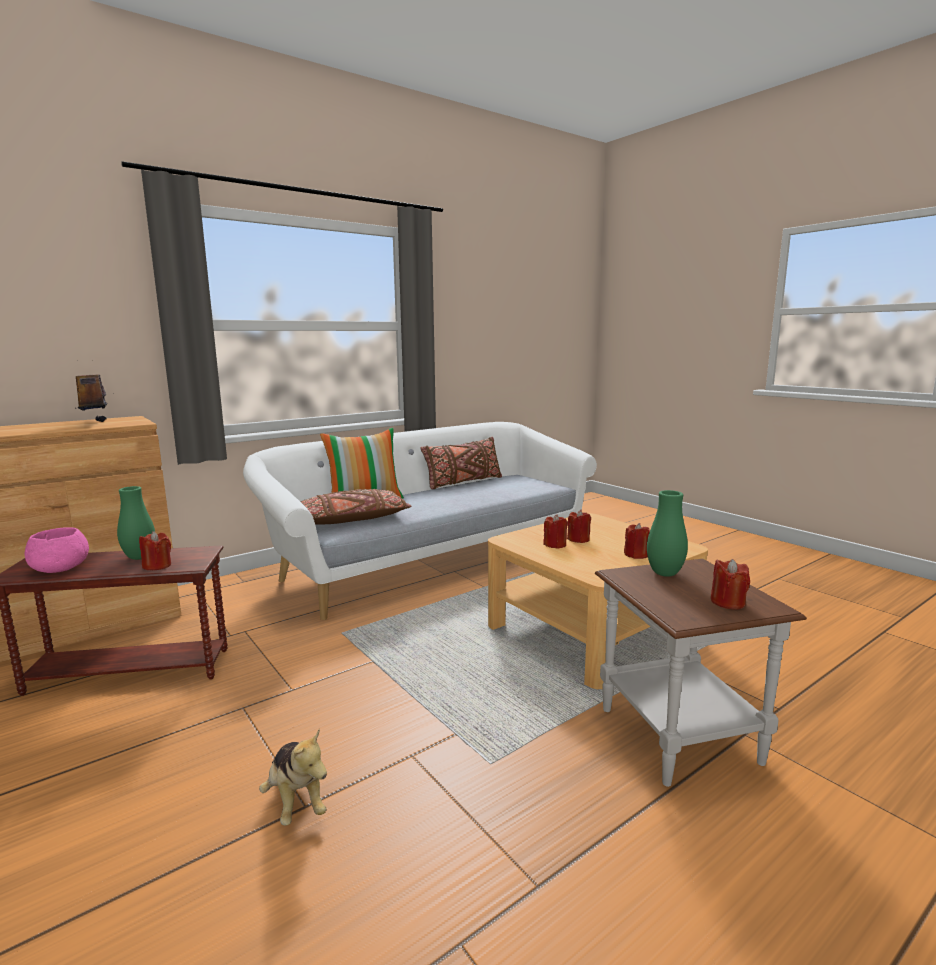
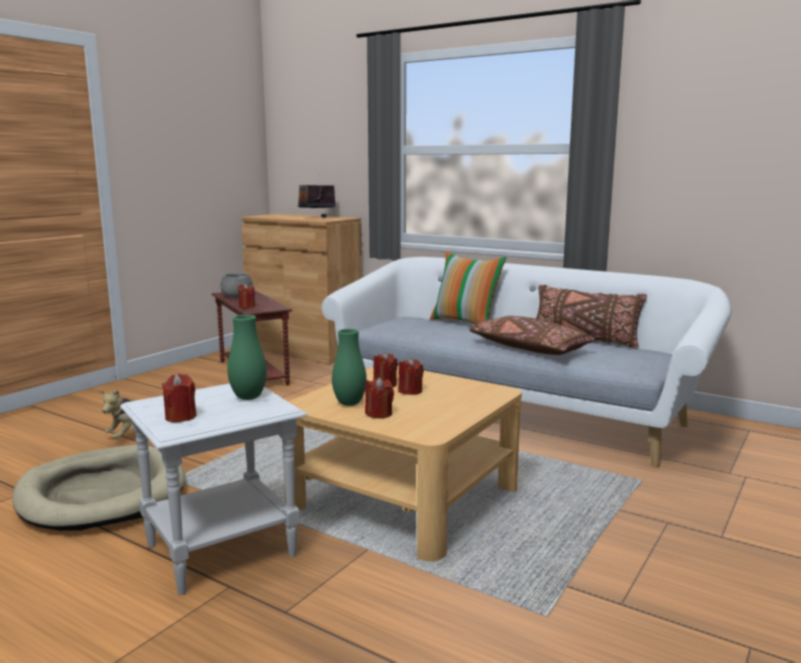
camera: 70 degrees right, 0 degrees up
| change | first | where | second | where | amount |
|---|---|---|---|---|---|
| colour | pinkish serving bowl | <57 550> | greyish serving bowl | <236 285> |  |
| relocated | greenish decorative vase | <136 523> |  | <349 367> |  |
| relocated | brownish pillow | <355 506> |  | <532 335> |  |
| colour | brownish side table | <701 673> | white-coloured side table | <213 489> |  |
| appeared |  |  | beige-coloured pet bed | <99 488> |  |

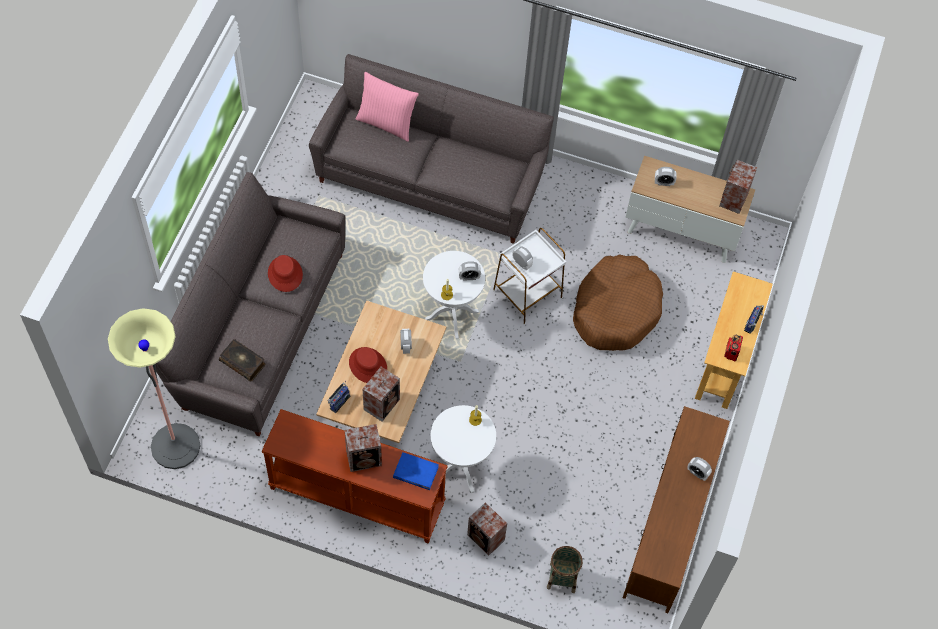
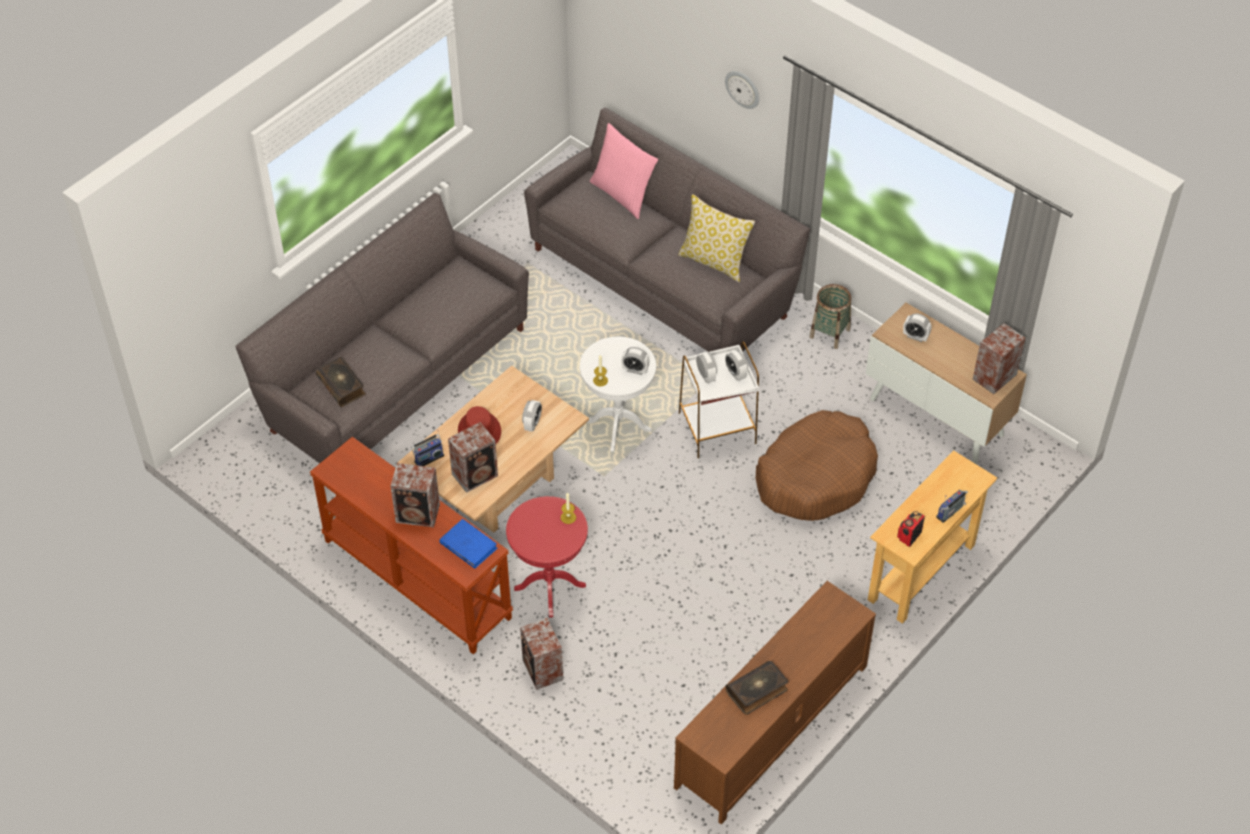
camera: 25 degrees right, 10 degrees down
| change | first | where | second | where | amount |
|---|---|---|---|---|---|
| missing | floor lamp | <154 388> |  |  |  |
| missing | reddish wearable hat | <285 273> |  |  |  |
| colour | white-coloured side table | <463 449> | reddish side table | <547 557> |  |
| relocated | basket | <565 569> |  | <830 316> |  |
| relocated | alarm clock | <699 469> |  | <736 365> |  |
| appeared |  |  | pillow | <716 238> |  |
| appeared |  |  | wall clock | <742 90> |  |
| appeared |  |  | volume | <757 687> |  |

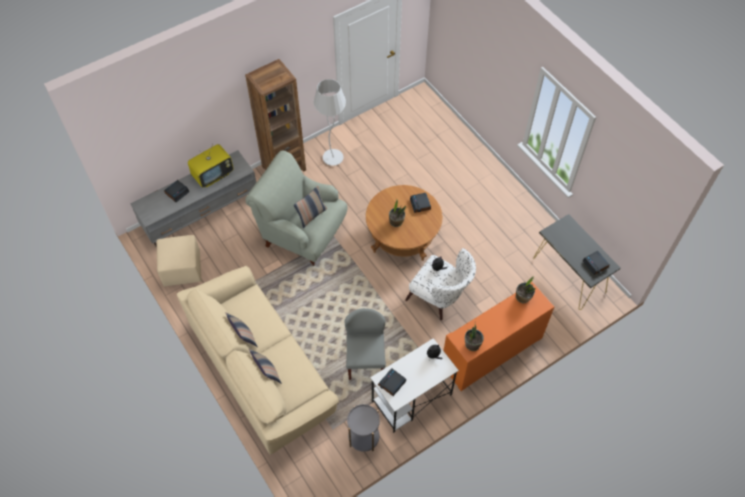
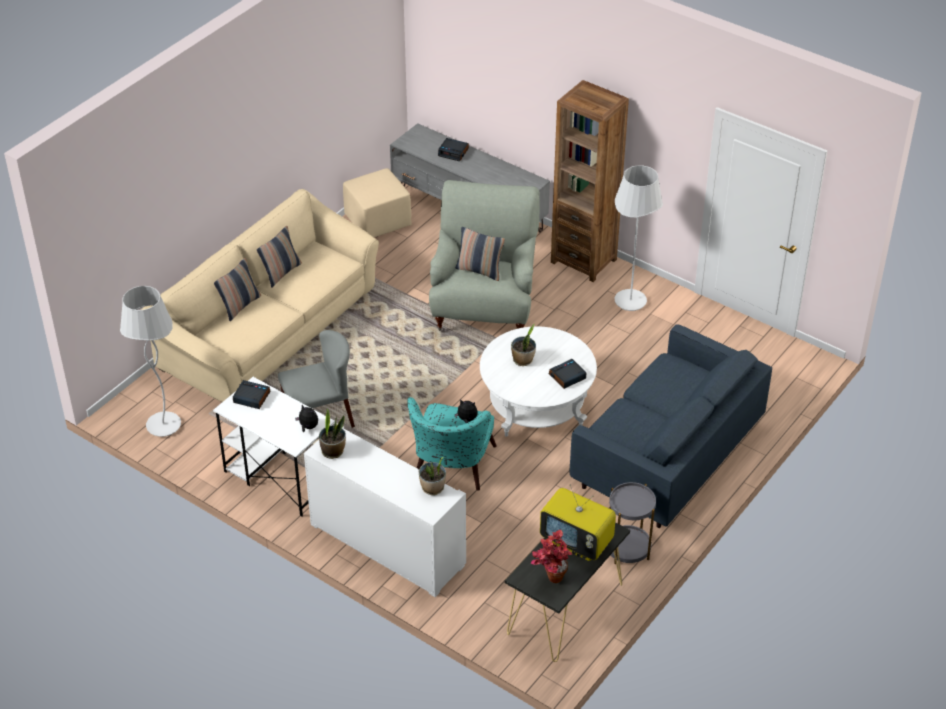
camera: 70 degrees right, 15 degrees down
| change | first | where | second | where | amount |
|---|---|---|---|---|---|
| relocated | television | <211 166> |  | <578 523> |  |
| relocated | greyish side table | <363 428> |  | <632 523> |  |
| colour | brownish coffee table | <404 223> | white-coloured coffee table | <538 381> |  |
| colour | white-coloured armchair | <440 284> | blue-green armchair | <452 444> |  |
| colour | orangey storage cabinet | <499 336> | white-coloured storage cabinet | <385 510> |  |
| exchanged | alarm clock | <596 263> | houseplant | <551 556> |  |
| appeared |  |  | white-coloured floor lamp | <150 361> |  |
| appeared |  |  | bluish couch | <671 426> |  |

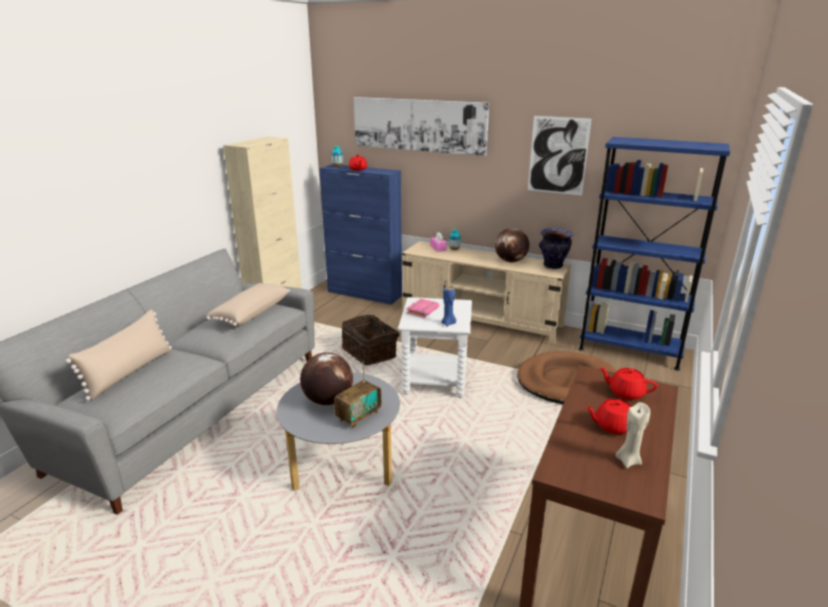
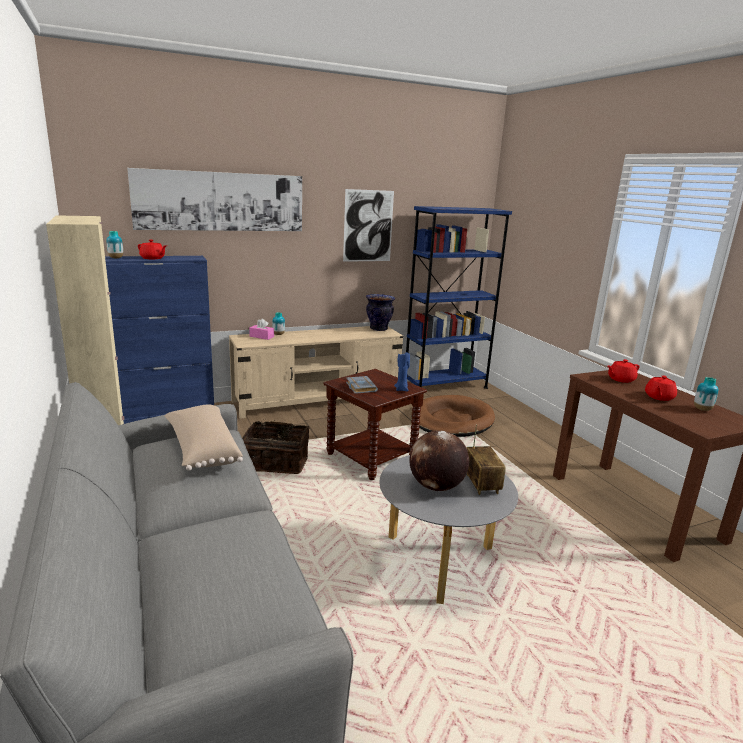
camera: 50 degrees left, 5 degrees down
| change | first | where | second | where | amount |
|---|---|---|---|---|---|
| missing | beige-coloured pillow | <118 355> |  |  |  |
| colour | white-coloured side table | <435 347> | brownish side table | <375 424> |  |
| colour | pinkish volume | <422 308> | greyish volume | <362 385> |  |
| missing | globe | <512 245> |  |  |  |
| exchanged | beige-coloured wax candle | <633 435> | decorative vase | <706 394> |  |

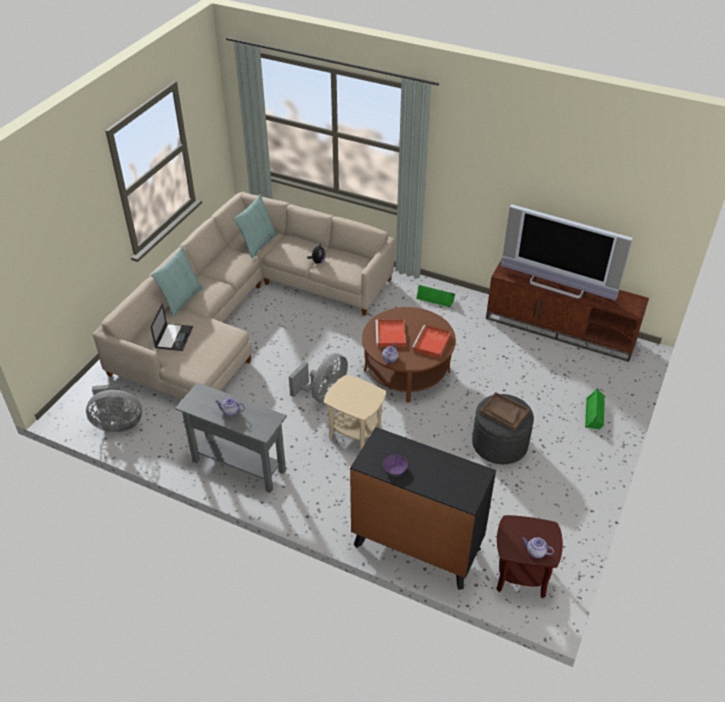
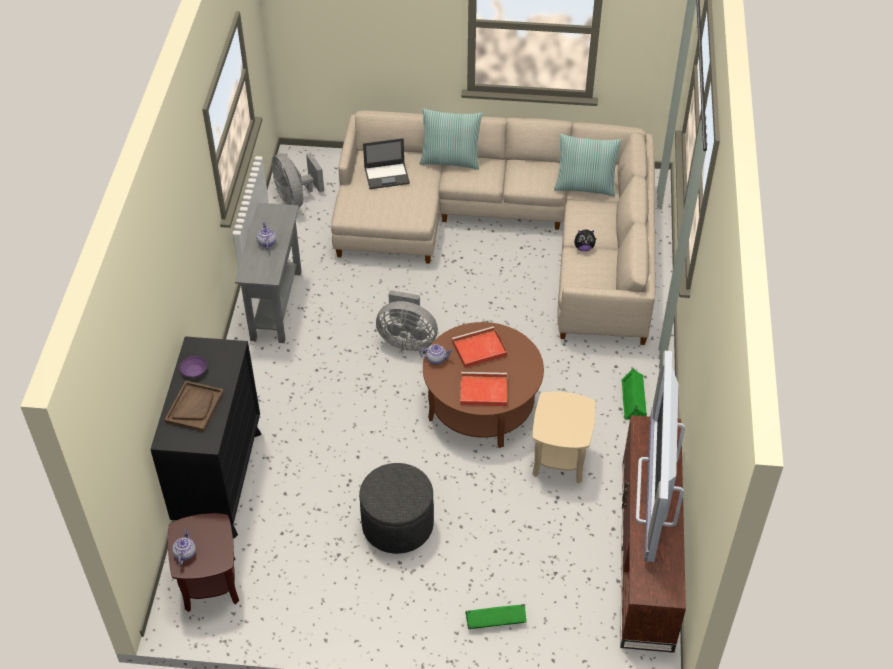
camera: 70 degrees right, 5 degrees up
| change | first | where | second | where | amount |
|---|---|---|---|---|---|
| relocated | beige-coloured side table | <355 413> |  | <564 438> |  |
| relocated | brownish serving tray | <505 411> |  | <194 406> |  |

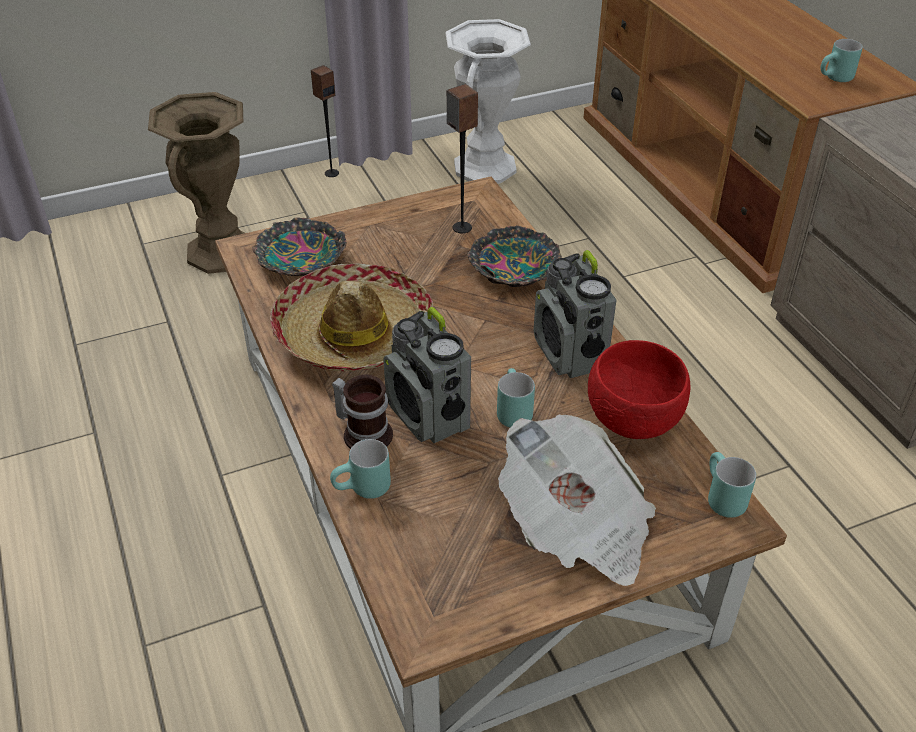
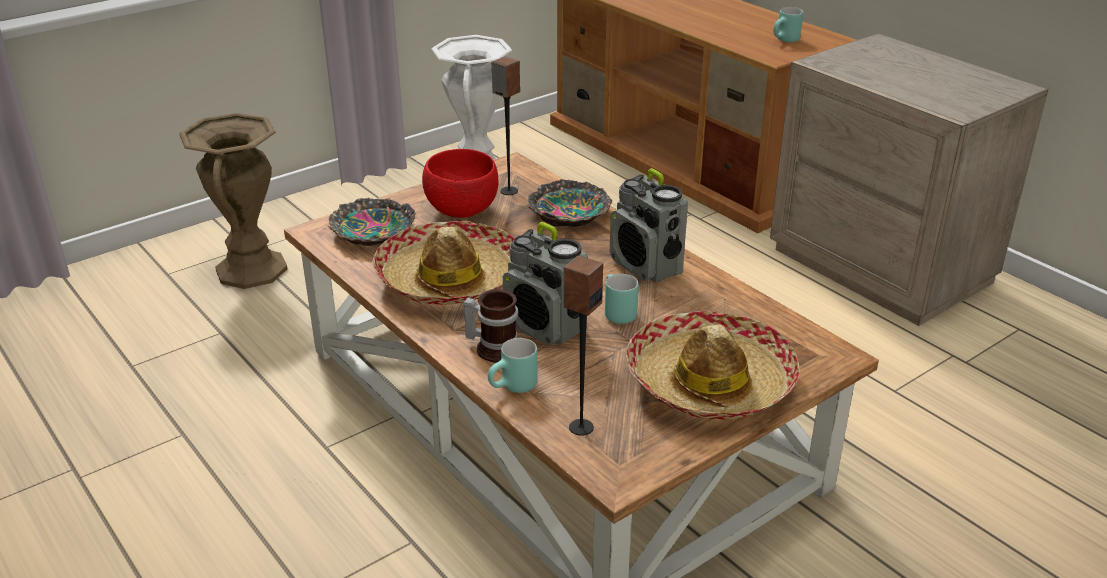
camera: 15 degrees left, 10 degrees down
| change | first | where | second | where | amount |
|---|---|---|---|---|---|
| relocated | speaker | <325 121> |  | <583 346> |  |
| exchanged | daily paper | <577 500> | wearable hat | <713 365> |  |
| relocated | reddish serving bowl | <639 389> |  | <460 183> |  |
| missing | blue-green tea mug | <732 485> |  |  |  |

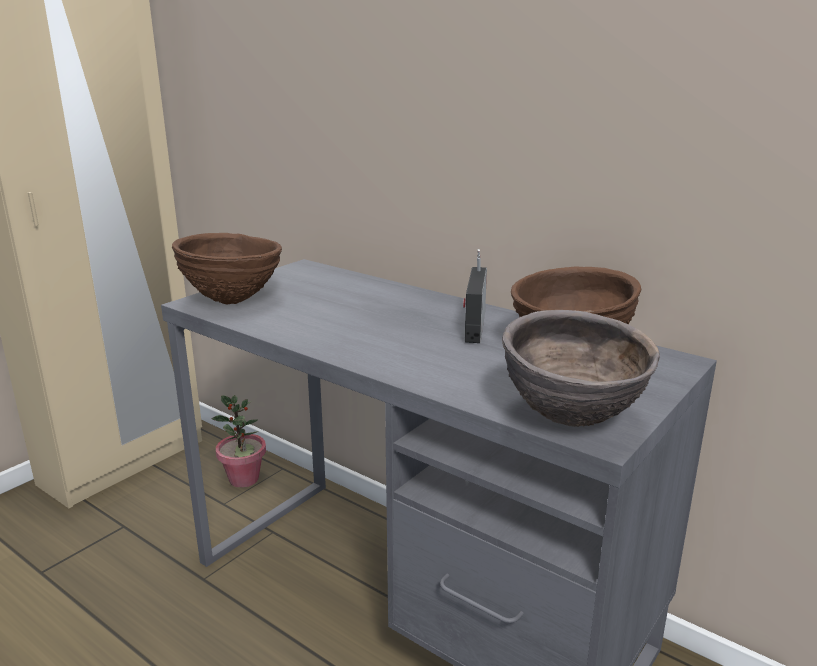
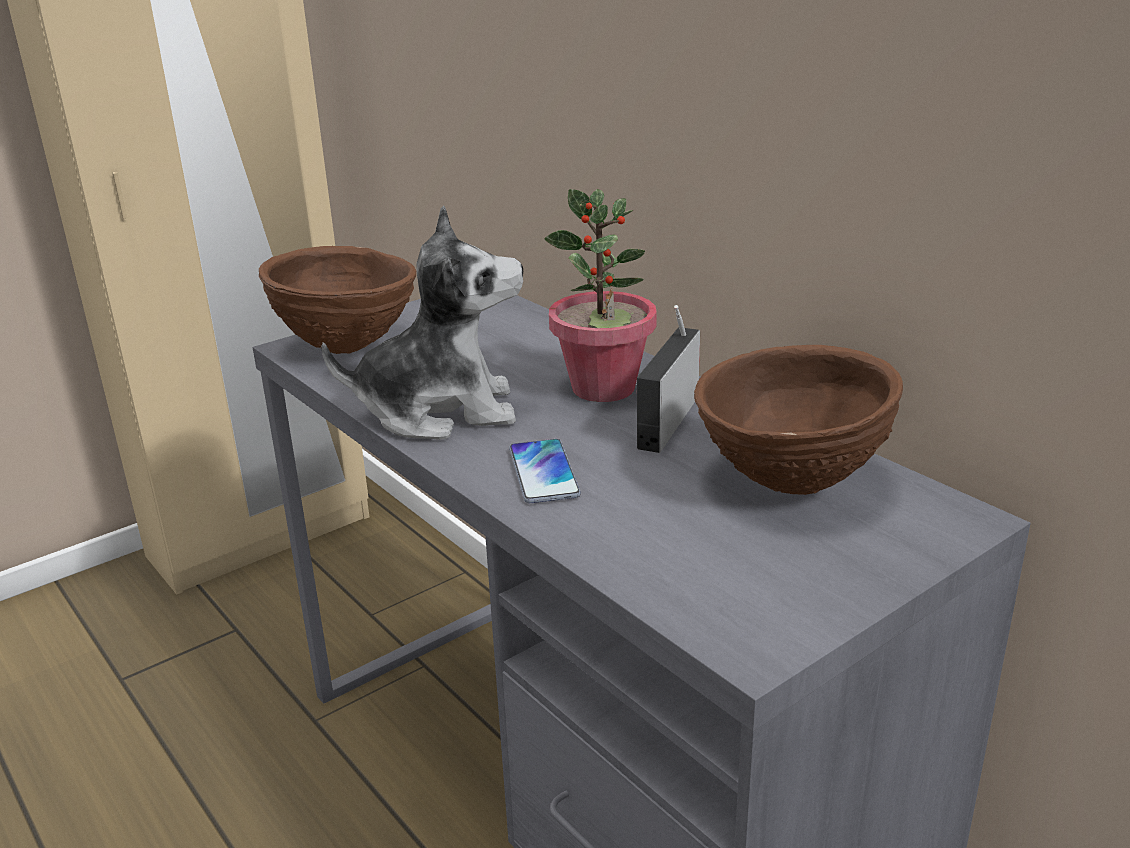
camera: 15 degrees right, 5 degrees up
| change | first | where | second | where | amount |
|---|---|---|---|---|---|
| relocated | houseplant | <238 441> |  | <600 295> |  |
| missing | brownish serving bowl | <581 368> |  |  |  |
| appeared |  |  | cuddly toy | <422 322> |  |
| appeared |  |  | handset | <545 471> |  |

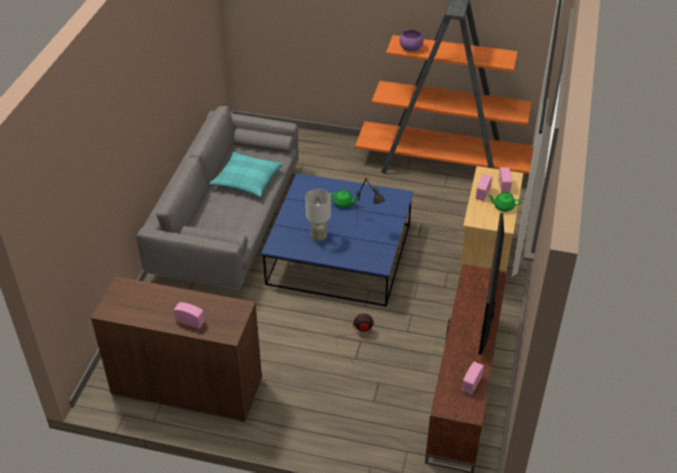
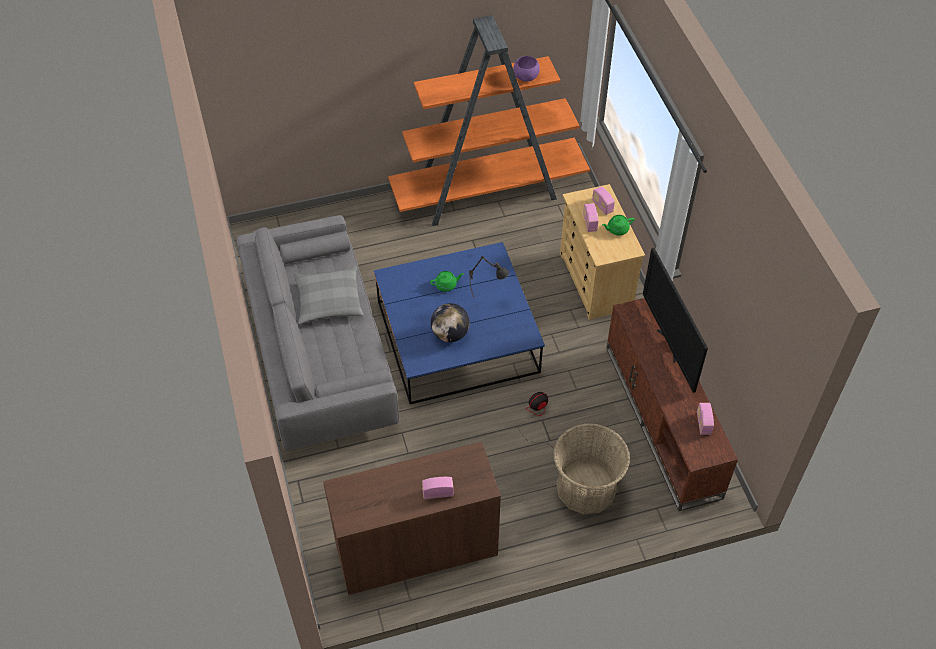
camera: 30 degrees left, 10 degrees up
| change | first | where | second | where | amount |
|---|---|---|---|---|---|
| colour | blue-green pillow | <246 174> | greyish pillow | <328 295> |  |
| exchanged | greyish lamp for a table | <318 215> | globe | <450 322> |  |
| relocated | purple-coloured serving bowl | <412 40> |  | <526 68> |  |
| appeared |  |  | basket | <591 468> |  |

